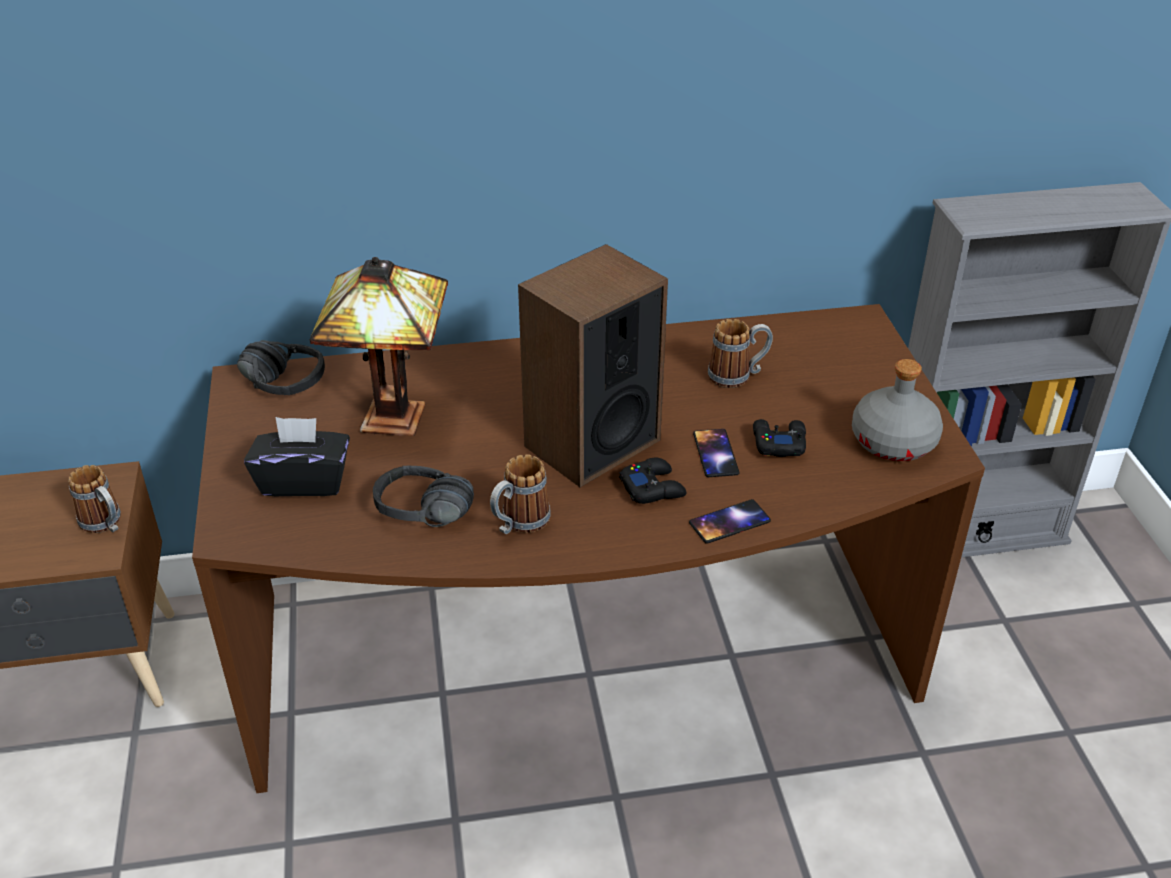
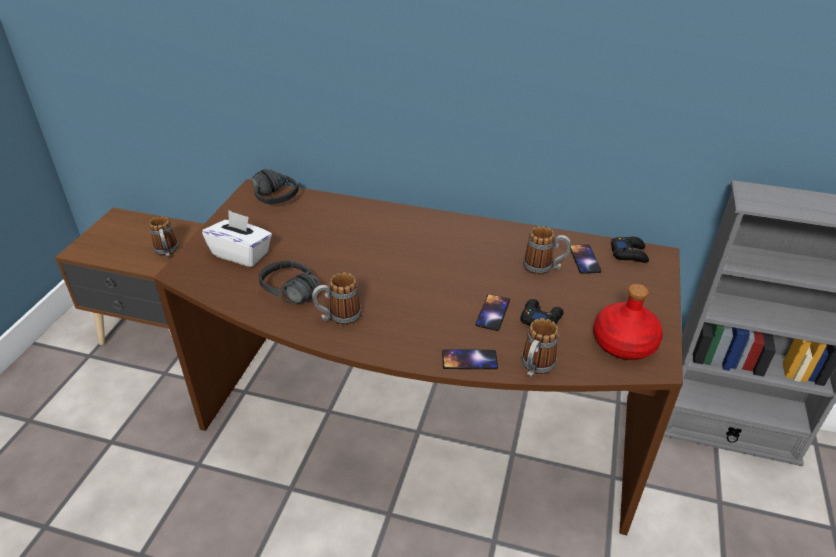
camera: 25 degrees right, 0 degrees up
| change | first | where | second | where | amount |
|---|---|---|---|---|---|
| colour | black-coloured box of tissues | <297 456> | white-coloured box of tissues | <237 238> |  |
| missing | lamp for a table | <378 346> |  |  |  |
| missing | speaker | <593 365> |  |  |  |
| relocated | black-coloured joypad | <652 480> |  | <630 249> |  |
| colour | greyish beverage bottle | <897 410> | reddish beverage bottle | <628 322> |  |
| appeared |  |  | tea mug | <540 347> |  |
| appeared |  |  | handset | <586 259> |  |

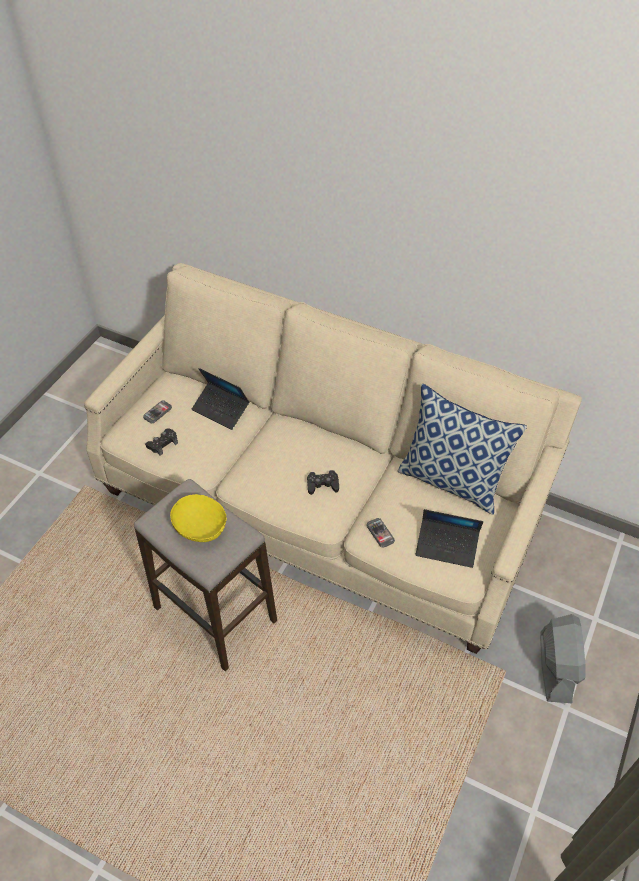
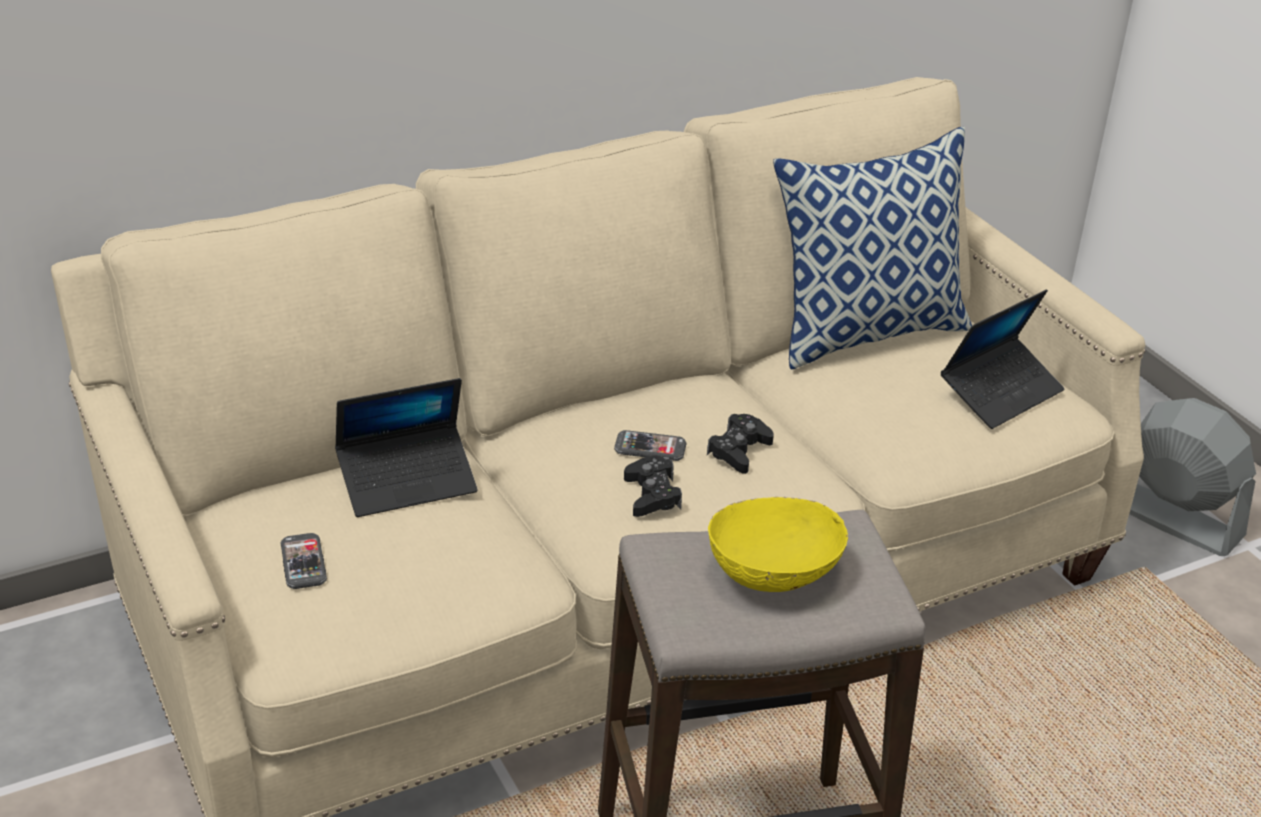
camera: 55 degrees left, 15 degrees down
| change | first | where | second | where | amount |
|---|---|---|---|---|---|
| relocated | black-coloured joypad | <161 442> |  | <653 486> |  |
| relocated | handset | <380 533> |  | <650 445> |  |

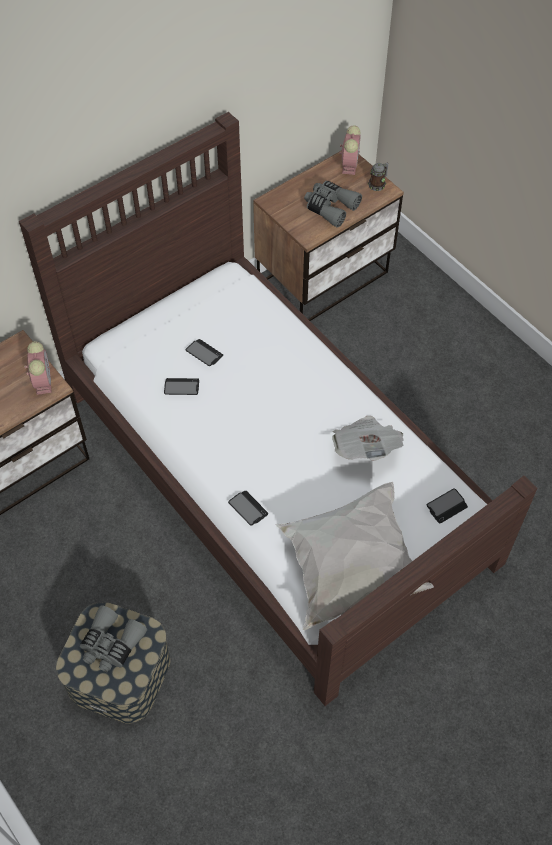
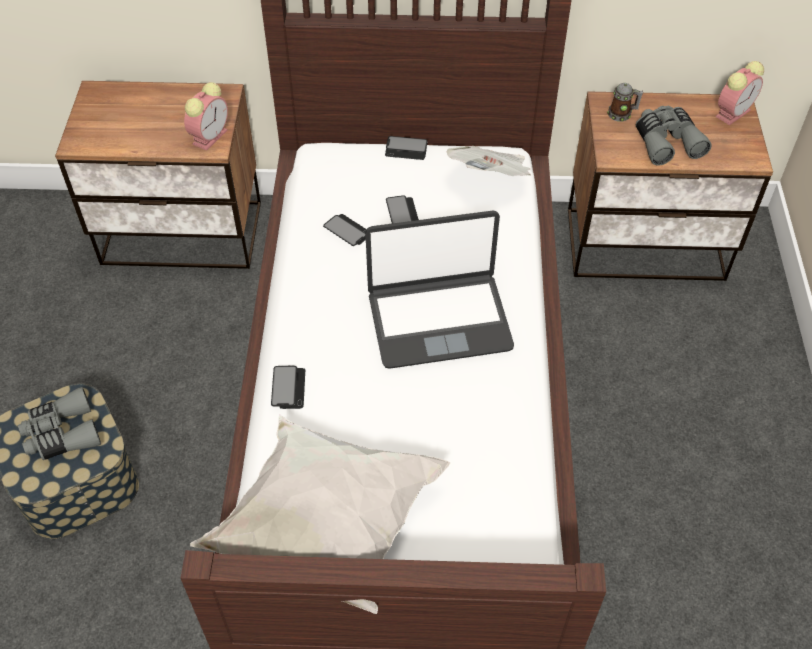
camera: 40 degrees right, 5 degrees down
| change | first | where | second | where | amount |
|---|---|---|---|---|---|
| relocated | daily paper | <367 438> |  | <489 161> |  |
| relocated | tea mug | <378 177> |  | <625 102> |  |
| relocated | handset | <447 505> |  | <406 148> |  |
| appeared |  |  | portable computer | <439 290> |  |

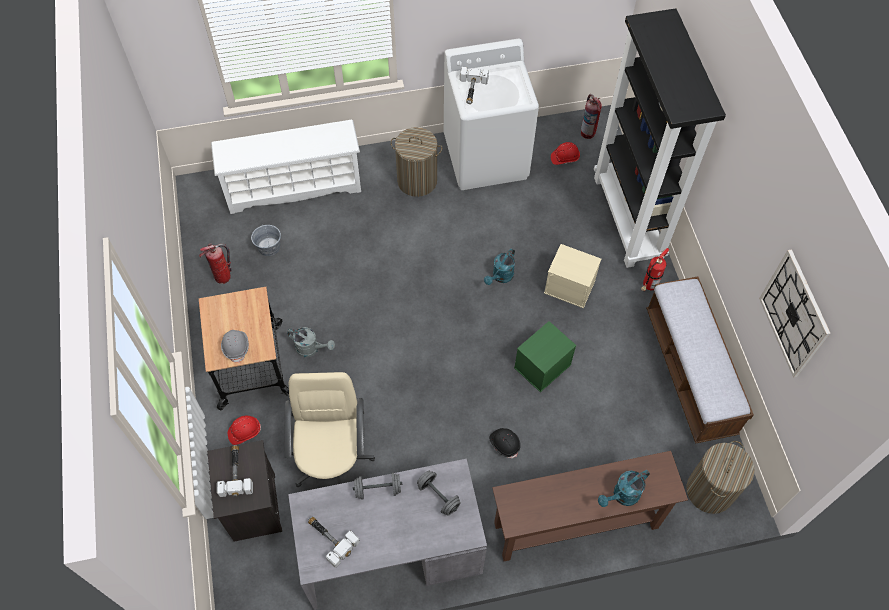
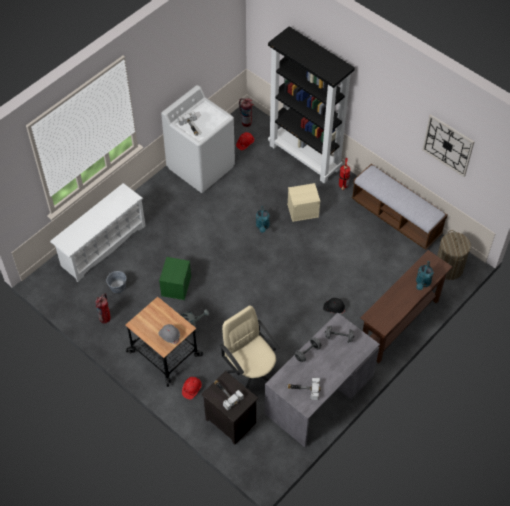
camera: 35 degrees left, 5 degrees down
| change | first | where | second | where | amount |
|---|---|---|---|---|---|
| missing | washing basket | <416 162> |  |  |  |
| relocated | greenish storage container | <545 356> |  | <175 278> |  |

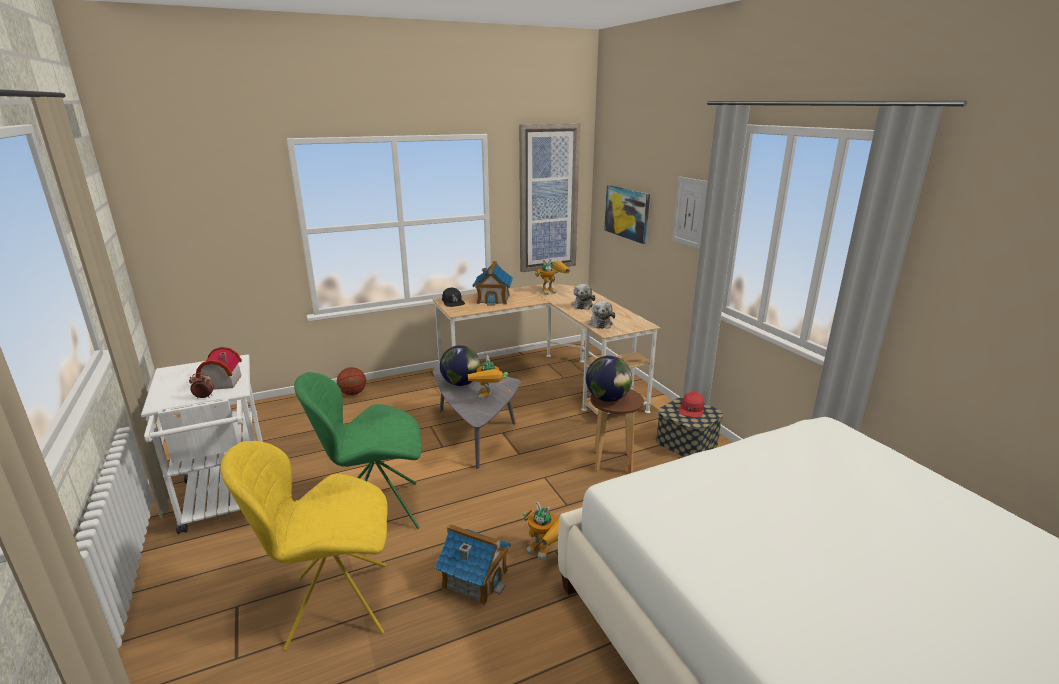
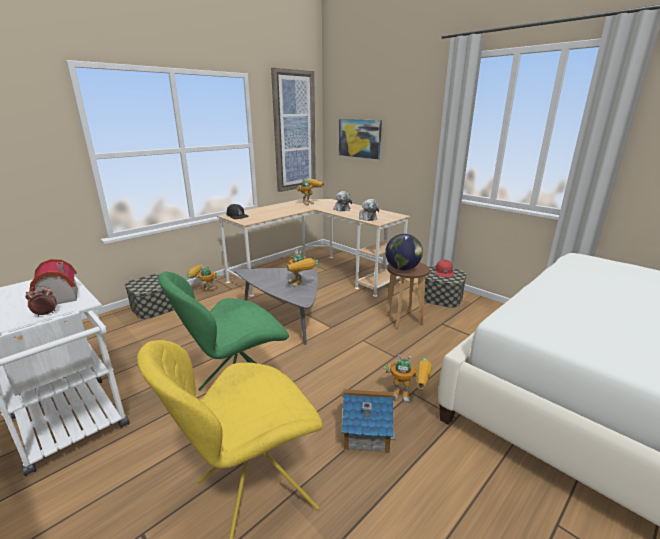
camera: 20 degrees left, 0 degrees up
| change | first | where | second | where | amount |
|---|---|---|---|---|---|
| exchanged | basketball | <351 381> | storage container | <149 296> |  |
| missing | globe | <460 365> |  |  |  |
| missing | toy house | <492 283> |  |  |  |
| missing | picture | <690 212> |  |  |  |
| appeared |  |  | toy robot | <203 277> |  |

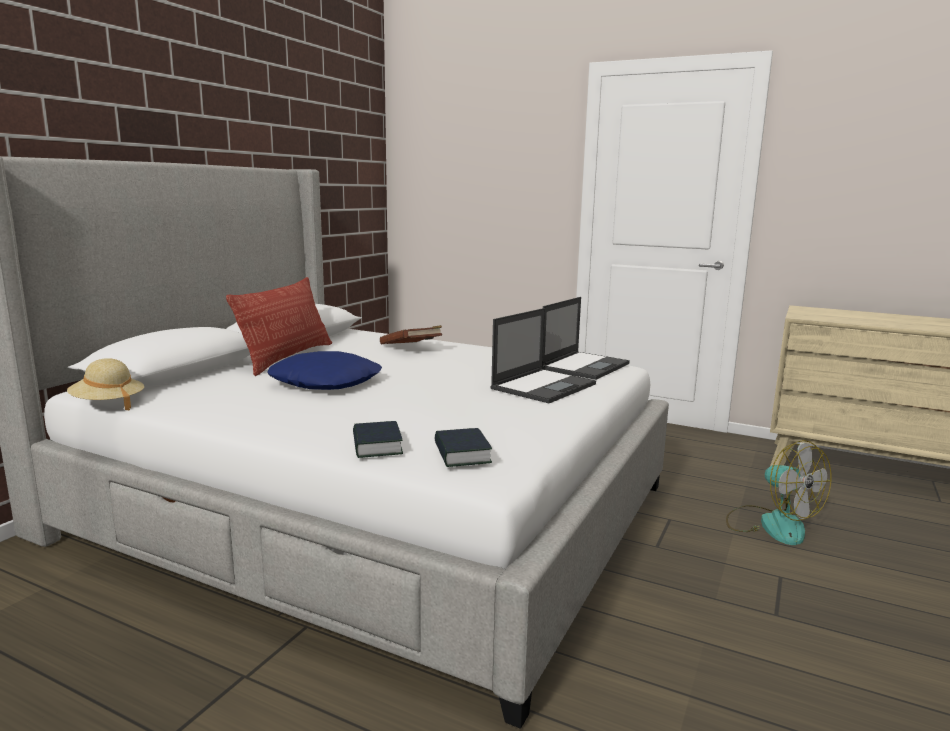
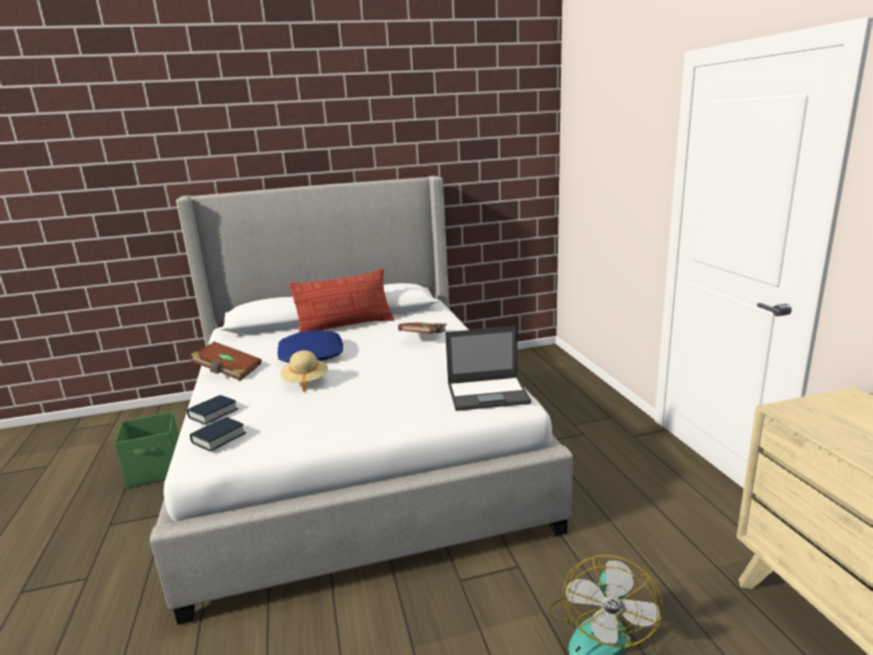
camera: 50 degrees right, 5 degrees up
| change | first | where | second | where | amount |
|---|---|---|---|---|---|
| relocated | beige-coloured wearable hat | <105 384> |  | <304 371> |  |
| missing | portable computer | <543 355> |  |  |  |
| appeared |  |  | greenish storage container | <146 450> |  |
| appeared |  |  | brownish volume | <226 361> |  |

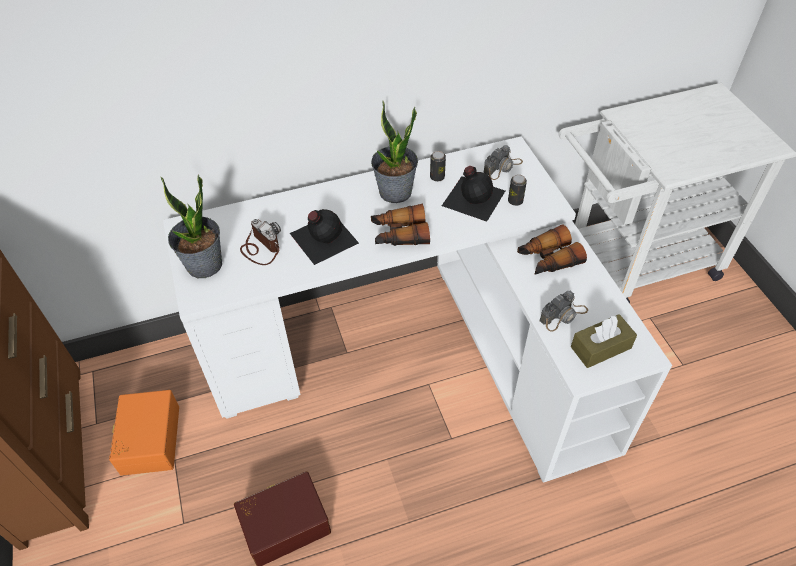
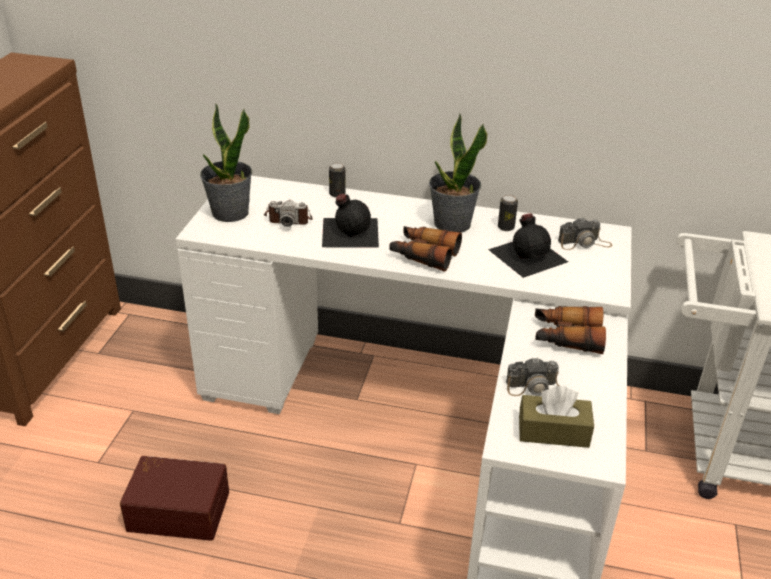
camera: 30 degrees right, 15 degrees down
| change | first | where | second | where | amount |
|---|---|---|---|---|---|
| missing | orangey storage container | <144 433> |  |  |  |
| spun | photo camera | <260 242> |  | <288 213> | 105 degrees clockwise |
| relocated | sealed can | <517 190> |  | <337 180> |  |

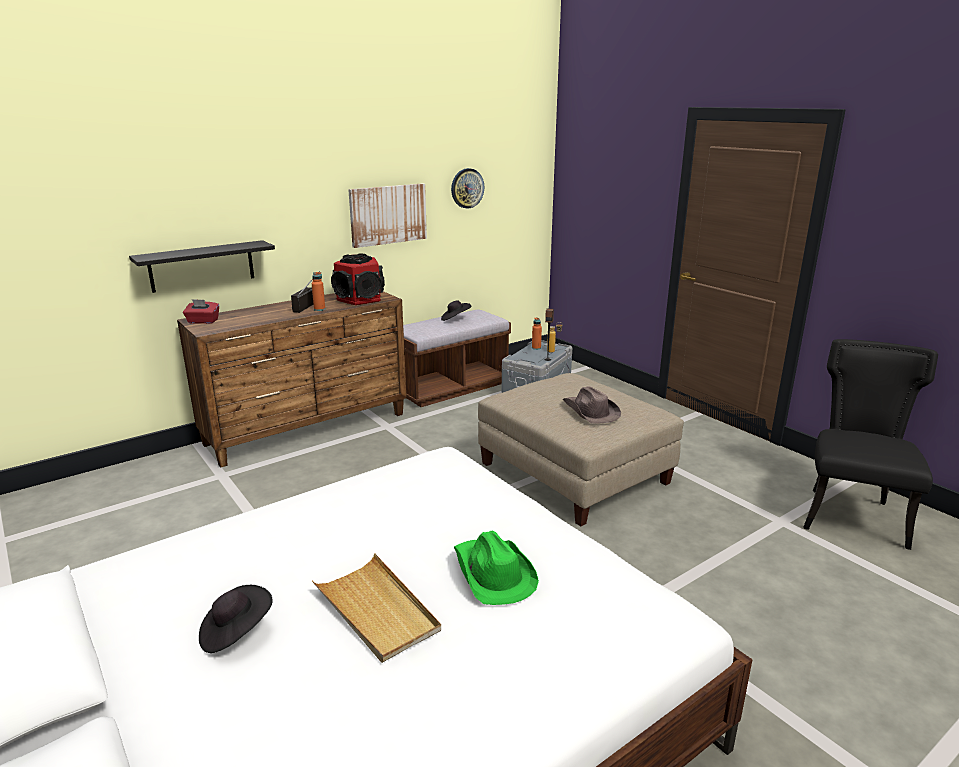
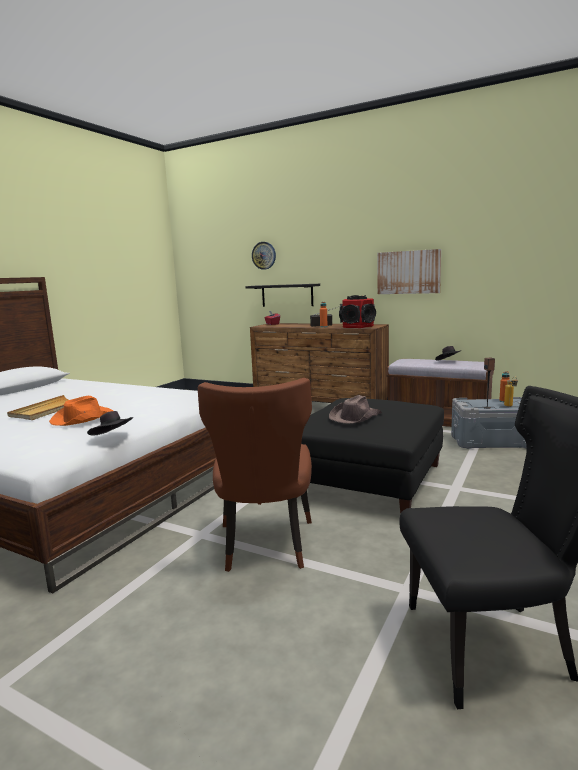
camera: 65 degrees right, 10 degrees down
| change | first | where | second | where | amount |
|---|---|---|---|---|---|
| relocated | black-coloured wearable hat | <236 619> |  | <110 423> |  |
| relocated | wall clock | <467 188> |  | <264 256> |  |
| colour | greenish wearable hat | <496 567> | orangey wearable hat | <81 411> |  |
| colour | beige-coloured ottoman | <581 449> | black-coloured ottoman | <372 456> |  |
| appeared |  |  | brownish plain chair | <255 475> |  |

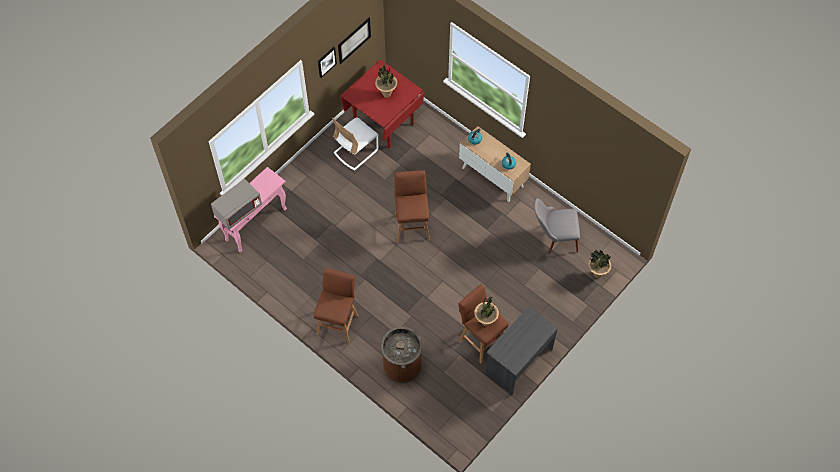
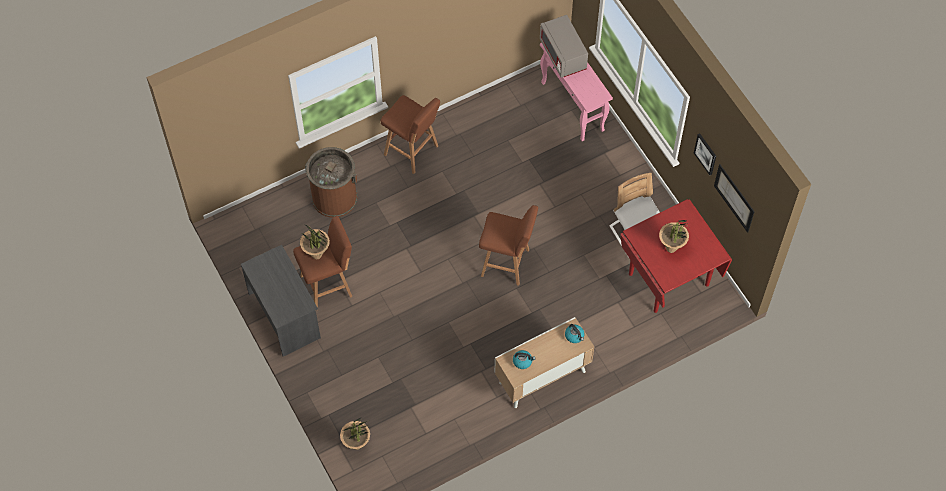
camera: 110 degrees right, 0 degrees up
| change | first | where | second | where | amount |
|---|---|---|---|---|---|
| missing | greyish plain chair | <557 226> |  |  |  |

